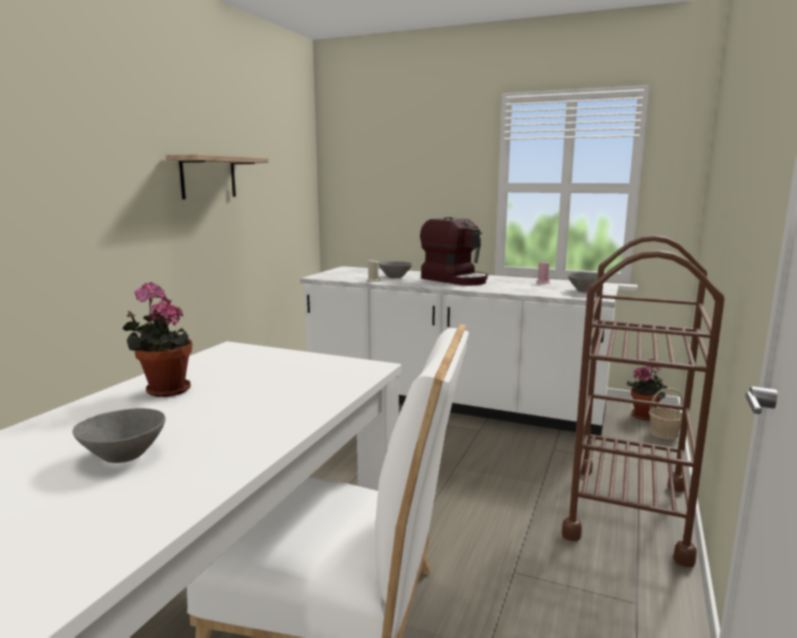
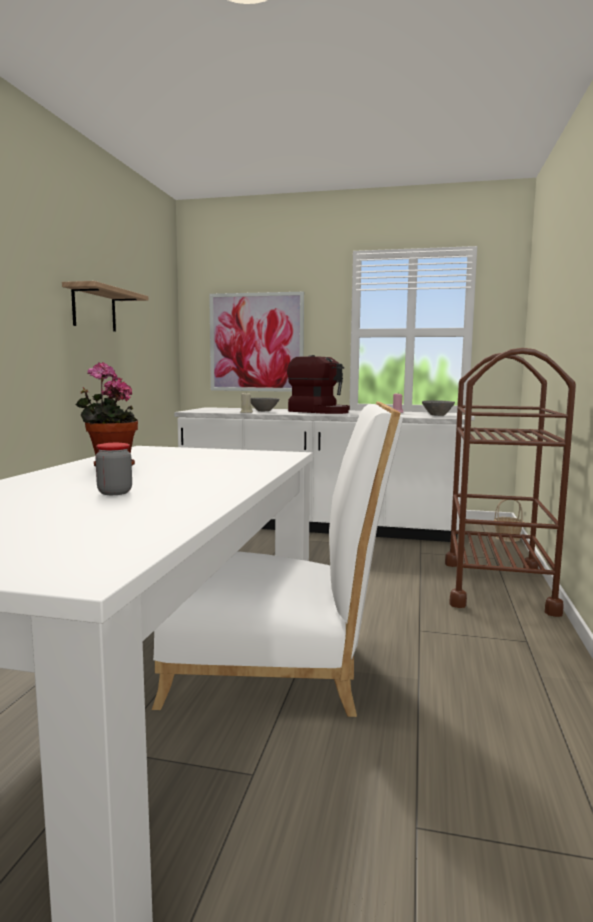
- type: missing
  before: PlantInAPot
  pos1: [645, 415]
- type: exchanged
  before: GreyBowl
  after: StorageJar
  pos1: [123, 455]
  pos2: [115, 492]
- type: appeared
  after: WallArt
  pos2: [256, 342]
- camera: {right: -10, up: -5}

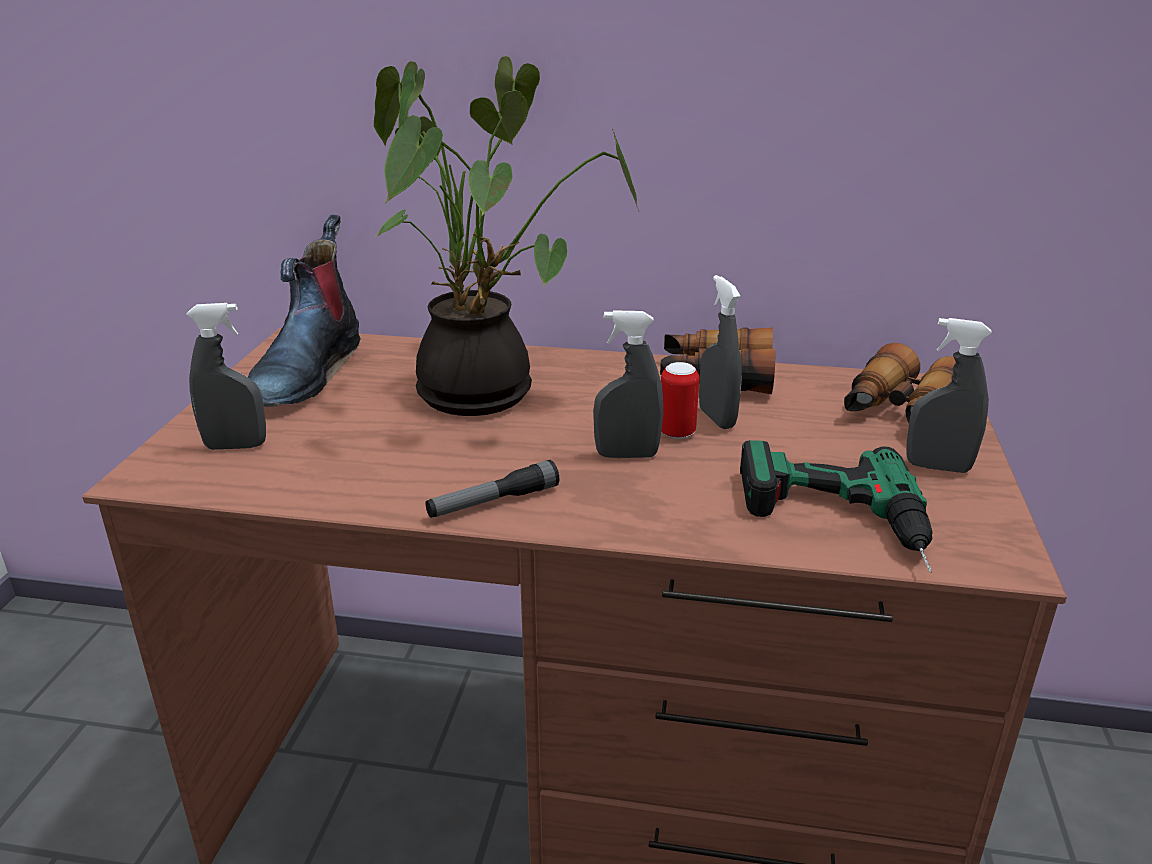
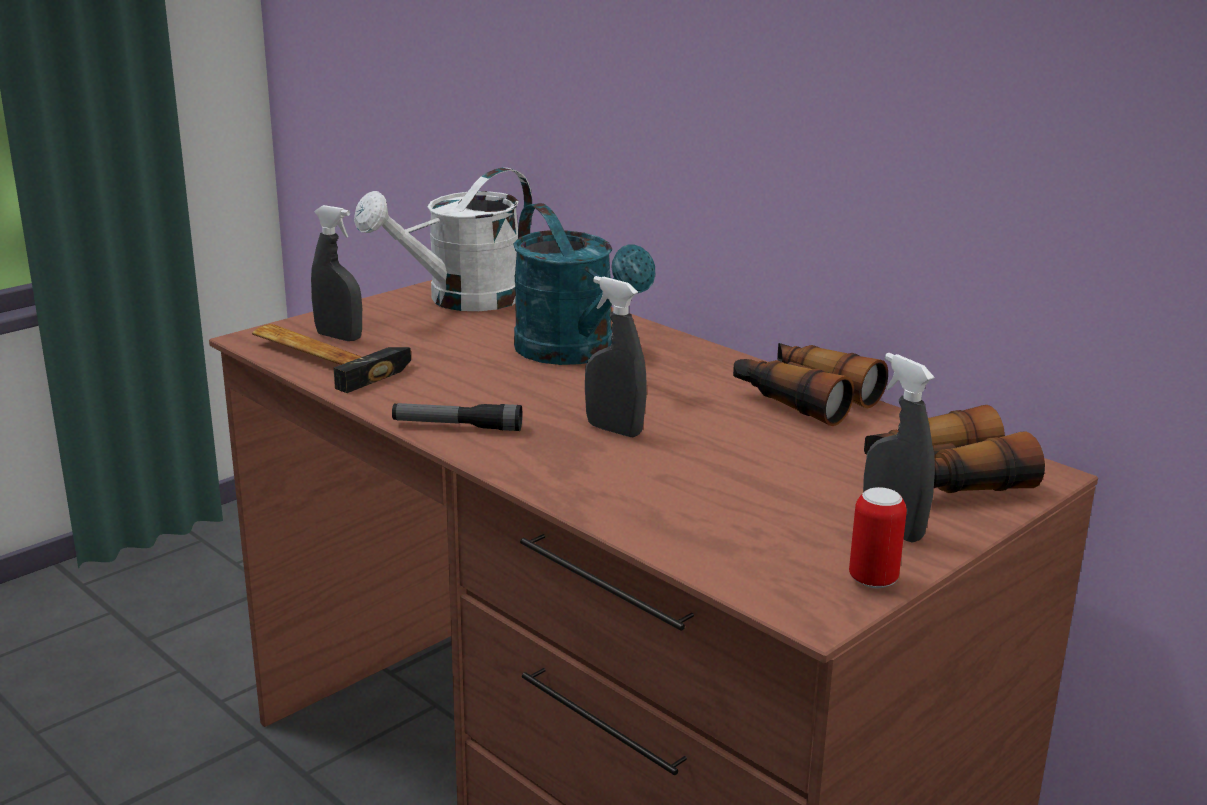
- type: exchanged
  before: PlantInAPot
  after: BlueGreenWateringCan
  pos1: [485, 393]
  pos2: [574, 353]
- type: exchanged
  before: Boot
  after: WhiteWateringCan
  pos1: [306, 371]
  pos2: [461, 301]
- type: missing
  before: GreySprayBottle
  pos1: [716, 418]
- type: relocated
  before: Can
  pos1: [677, 433]
  pos2: [873, 579]
- type: missing
  before: PowerDrill
  pos1: [836, 524]
- type: appeared
  after: ToolHammer
  pos2: [323, 358]
- camera: {right: 35, up: -5}

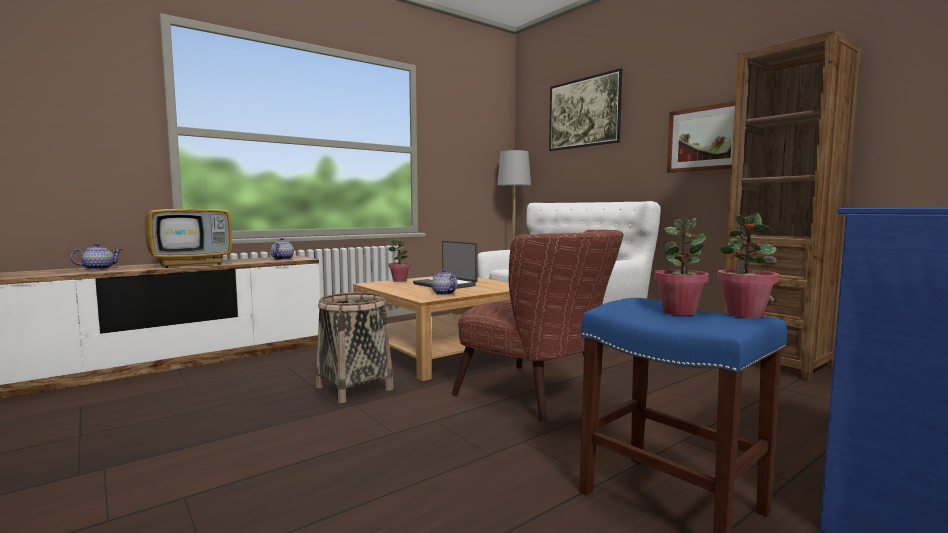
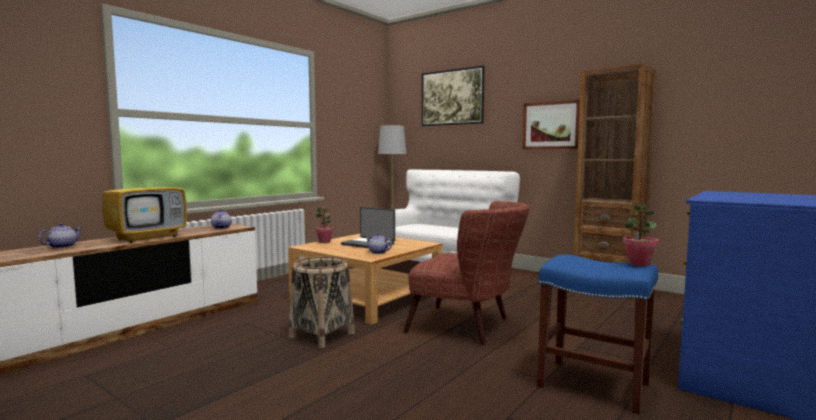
- type: missing
  before: PlantInAPot
  pos1: [679, 312]
- camera: {right: -15, up: 0}

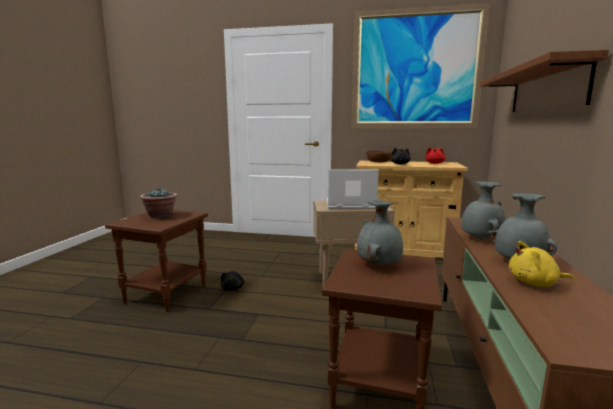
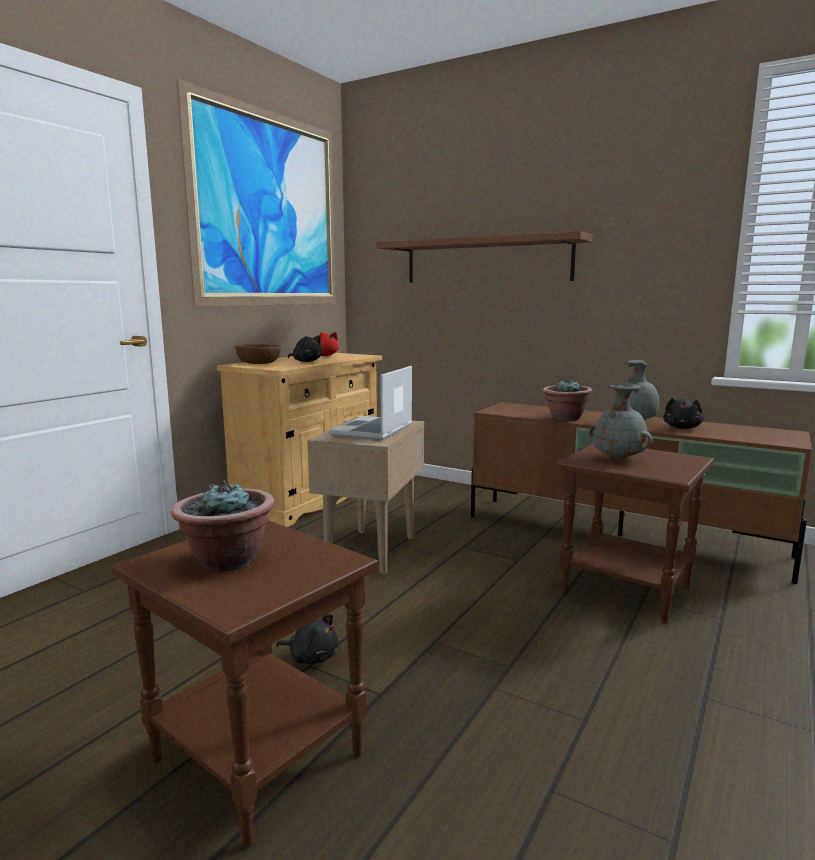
- type: exchanged
  before: GreyVase
  after: PlantInAPot
  pos1: [480, 239]
  pos2: [565, 418]
- type: colour
  before: YellowSoftToy
  after: BlackColouredSoftToy
  pos1: [535, 283]
  pos2: [682, 428]
- camera: {right: -70, up: 0}

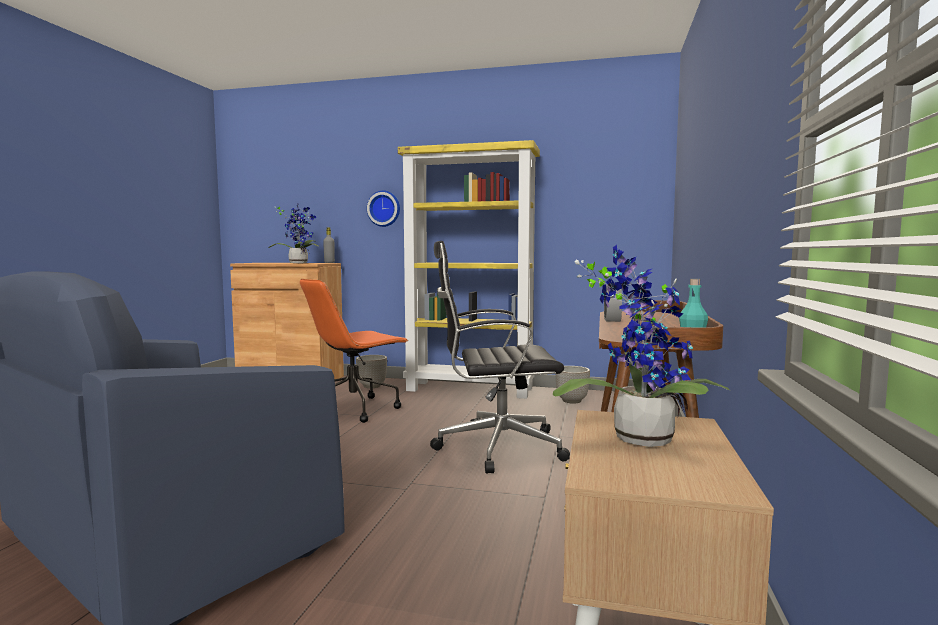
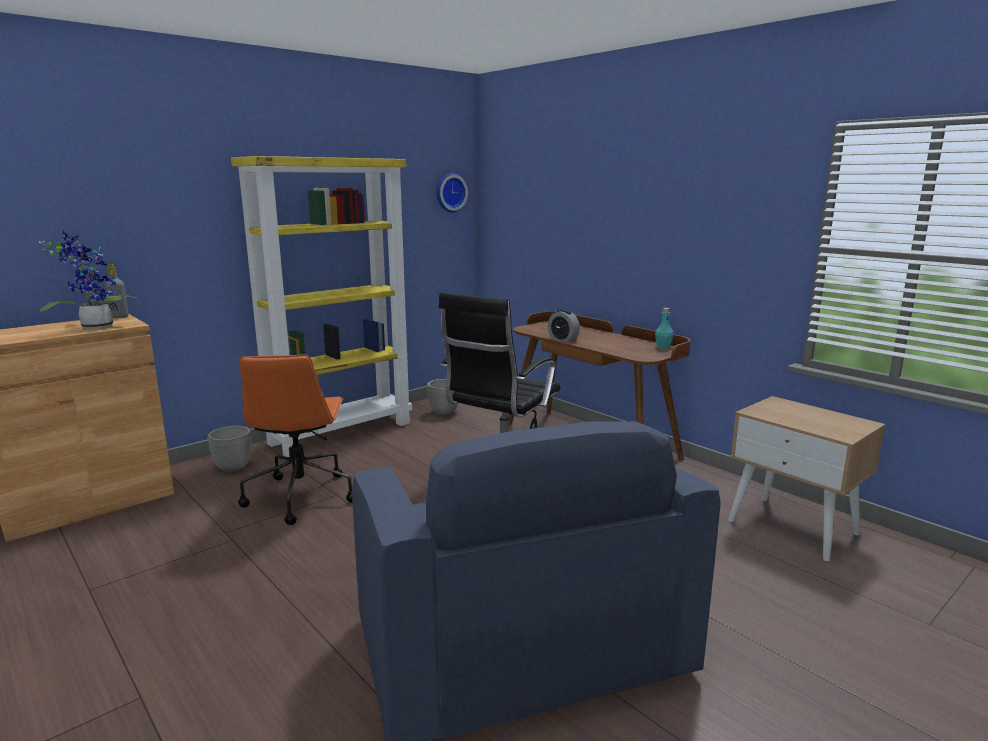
- type: relocated
  before: ClockOnTheWall
  pos1: [384, 208]
  pos2: [450, 192]
- type: missing
  before: PlantInAPot
  pos1: [638, 436]
- camera: {right: -55, up: 10}

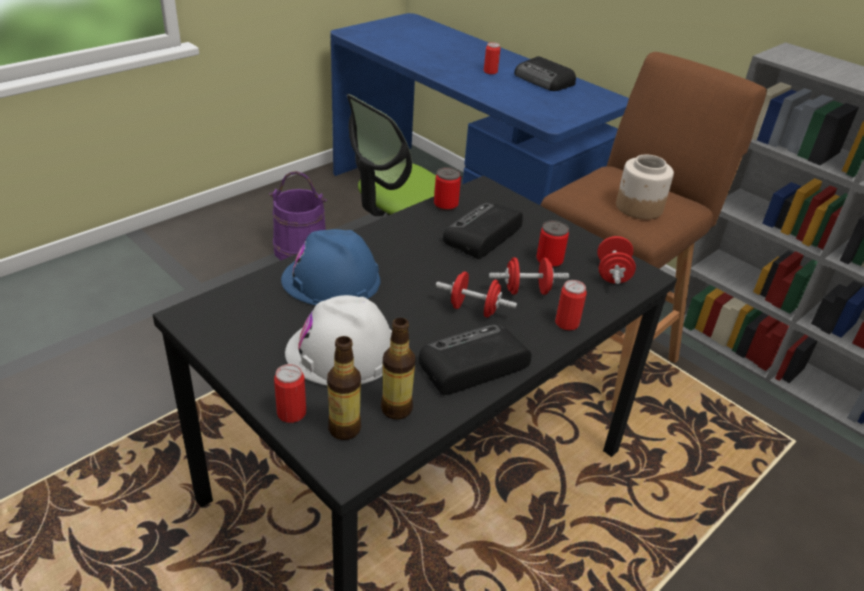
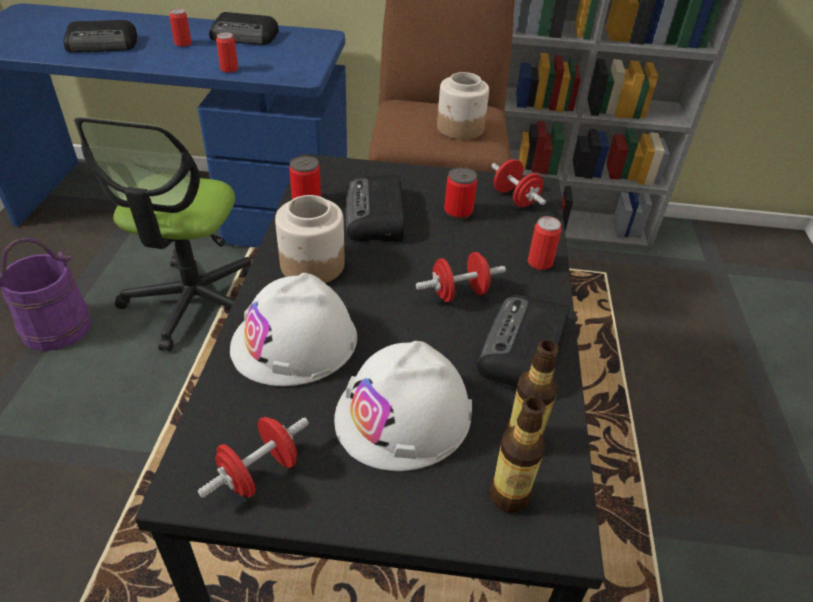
- type: colour
  before: BlueHardHat
  after: WhiteHardHat
  pos1: [331, 280]
  pos2: [295, 342]
- type: relocated
  before: ReddishDumbbell
  pos1: [526, 291]
  pos2: [259, 473]
- type: relocated
  before: Can
  pos1: [291, 413]
  pos2: [229, 69]
- type: appeared
  after: RadioSet
  pos2: [103, 44]
- type: appeared
  after: StorageJar
  pos2: [311, 265]
- camera: {right: -40, up: 5}

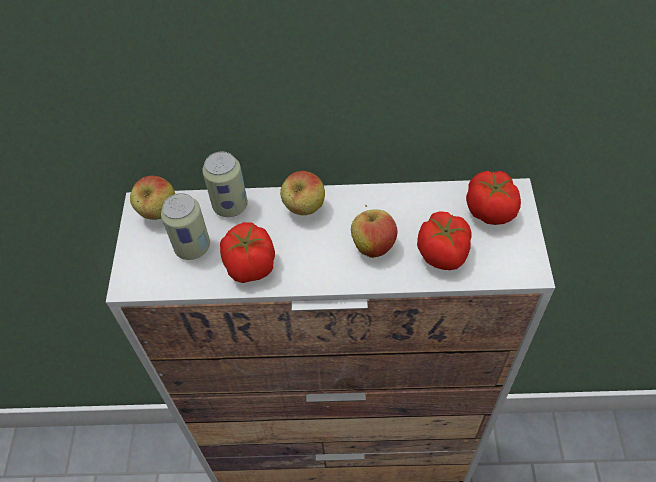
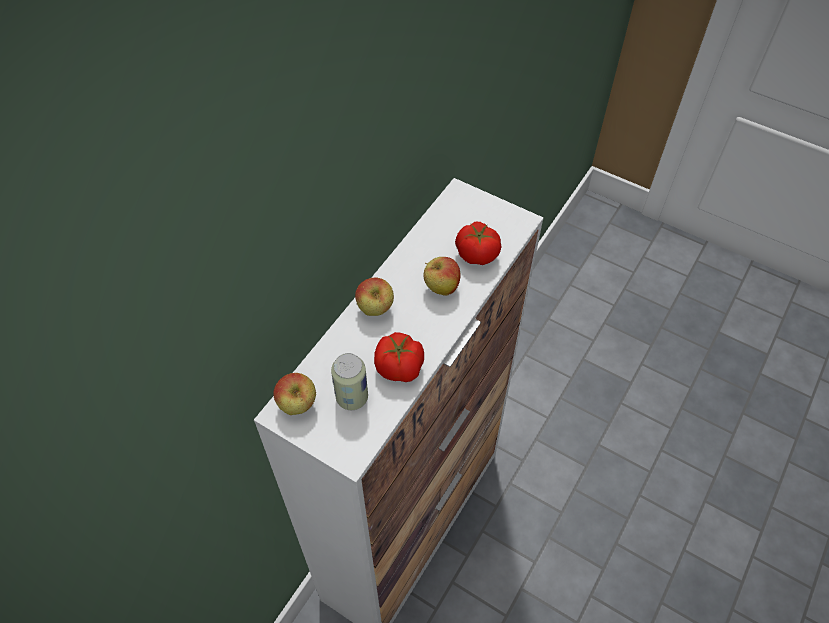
- type: missing
  before: Can
  pos1: [230, 206]
- type: missing
  before: FreshTomato
  pos1: [490, 211]
- camera: {right: -60, up: 0}

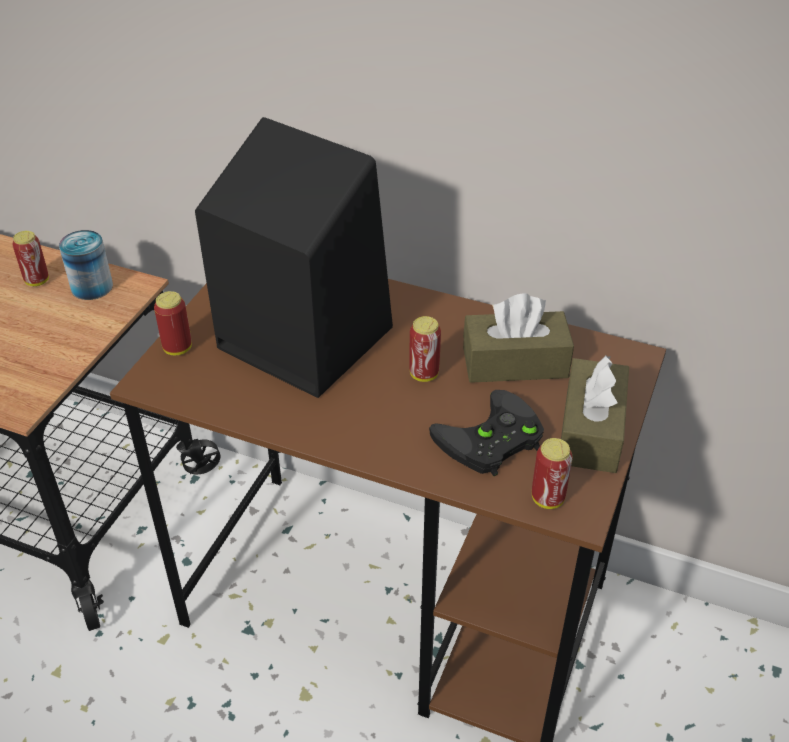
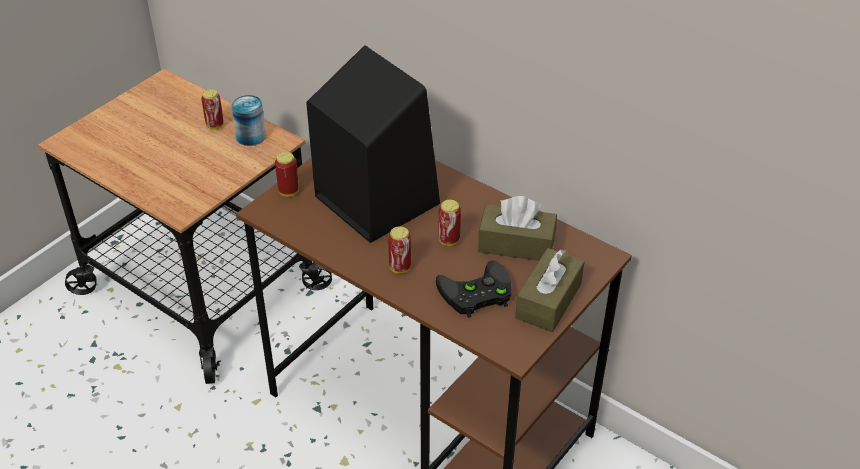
- type: relocated
  before: Can
  pos1: [547, 498]
  pos2: [400, 267]
- camera: {right: 15, up: 0}

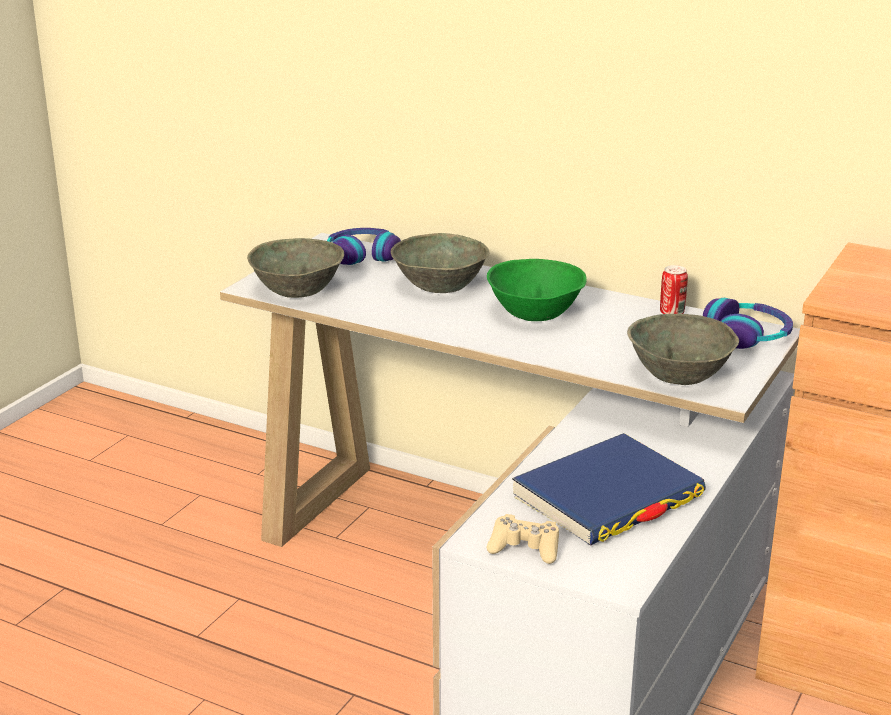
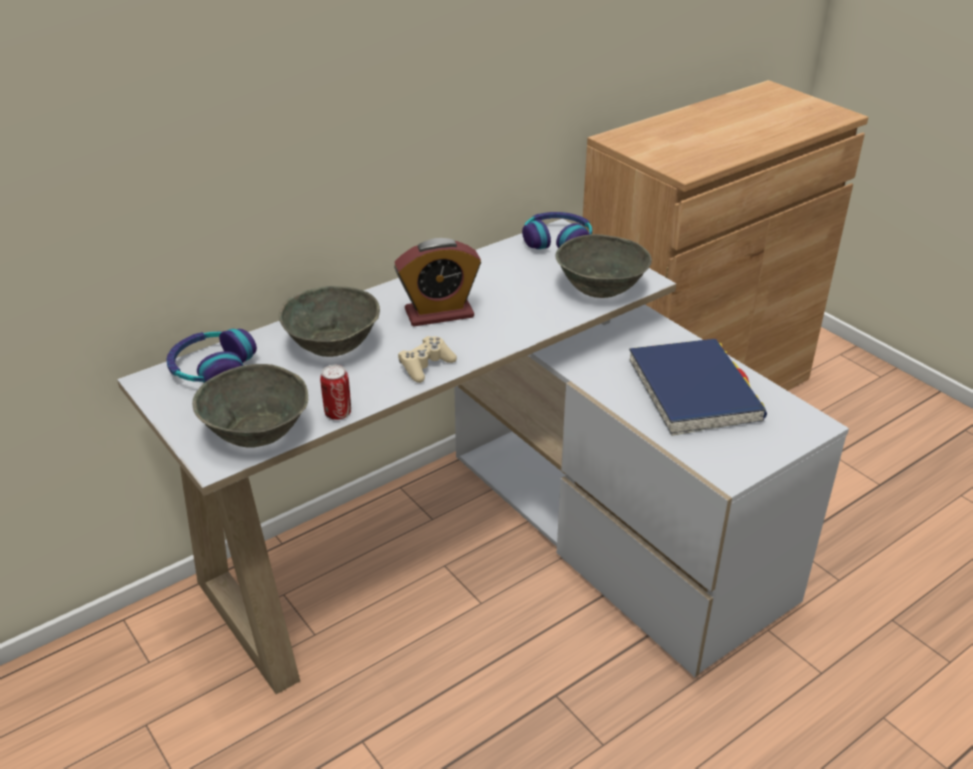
- type: exchanged
  before: GreenColouredBowl
  after: TableClock
  pos1: [536, 313]
  pos2: [439, 313]
- type: relocated
  before: Can
  pos1: [671, 313]
  pos2: [338, 413]
- type: relocated
  before: BeigeColouredGamepad
  pos1: [525, 548]
  pos2: [426, 366]
- camera: {right: -65, up: 10}

